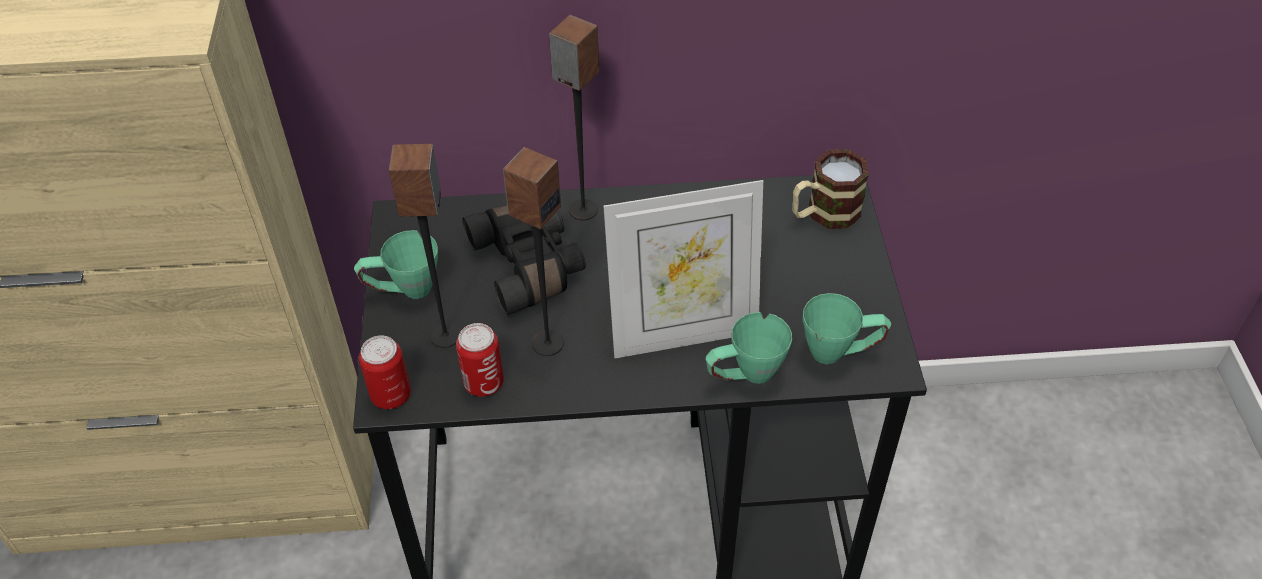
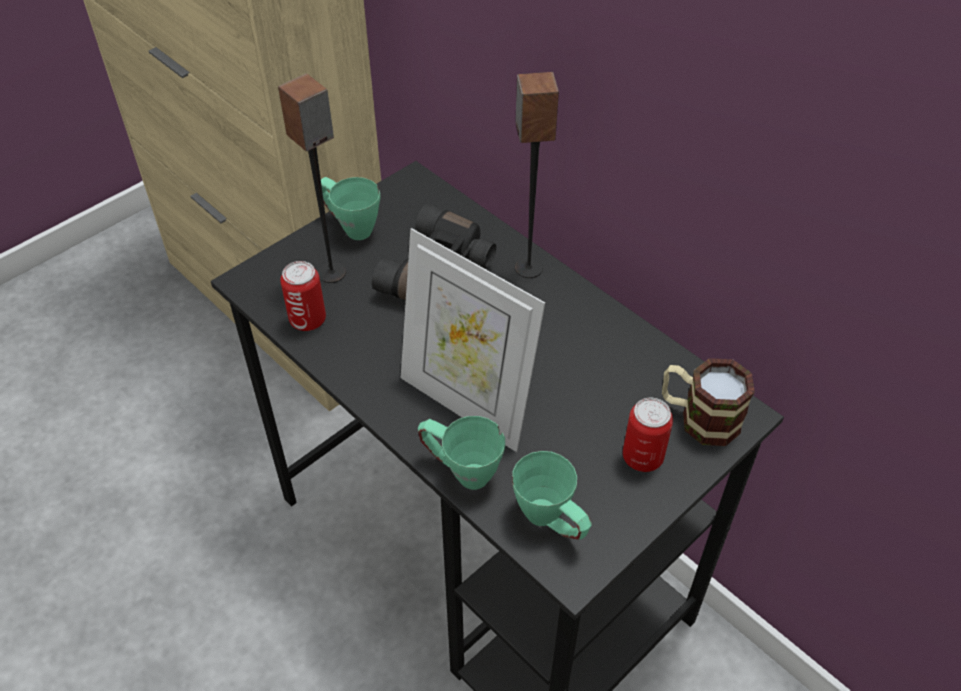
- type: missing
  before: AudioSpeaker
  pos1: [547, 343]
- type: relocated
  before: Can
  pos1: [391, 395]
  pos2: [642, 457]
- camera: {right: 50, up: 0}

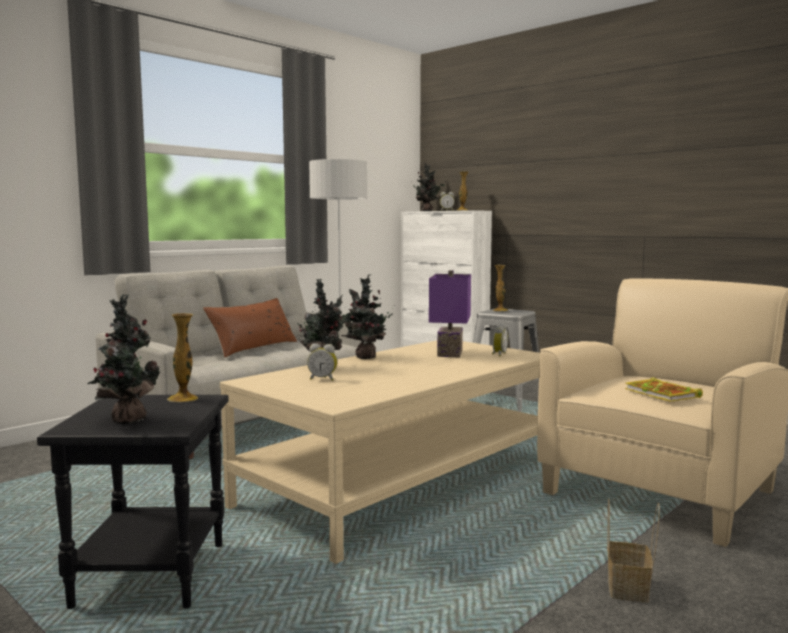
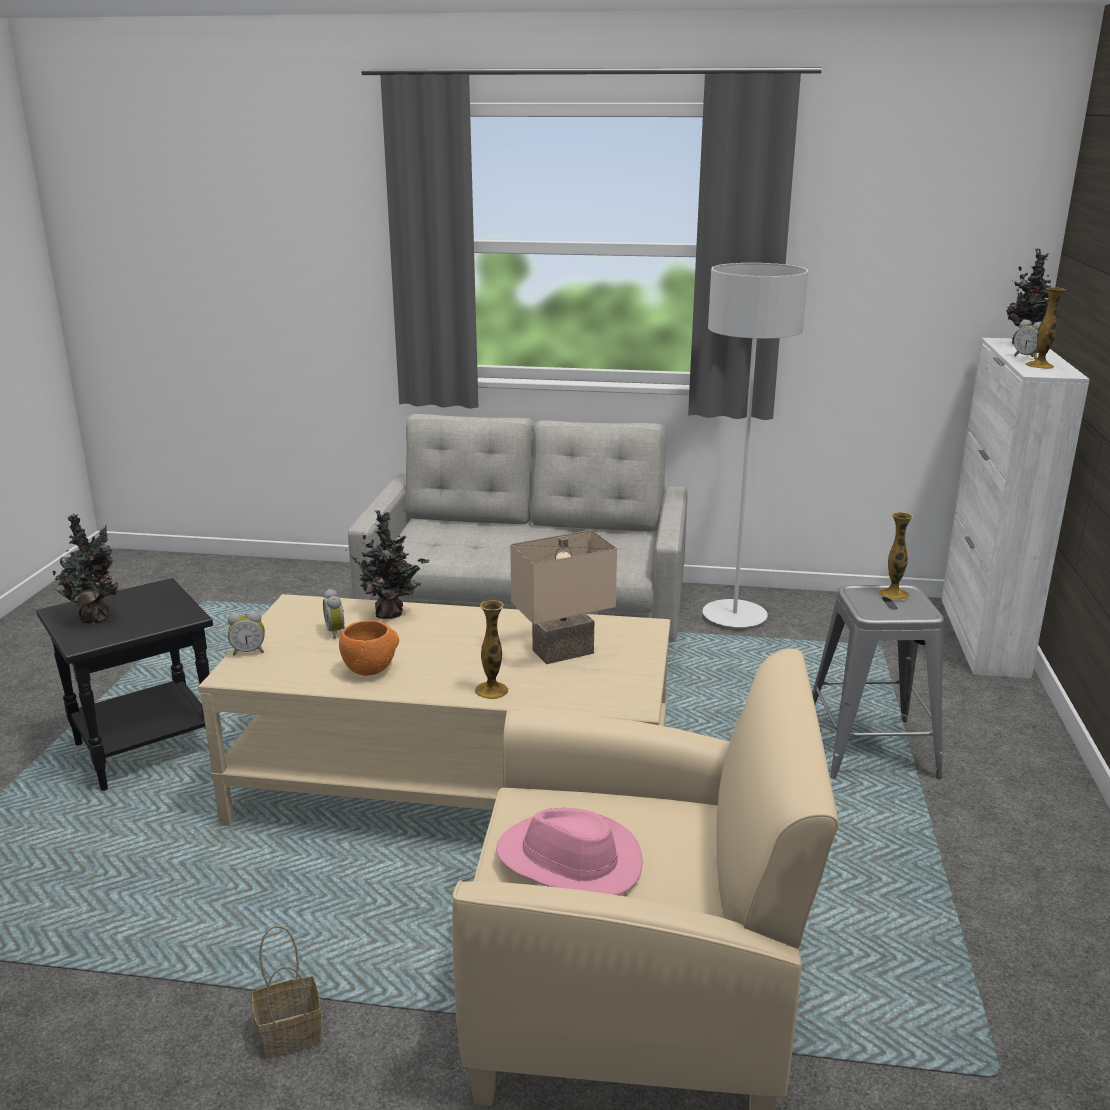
- type: colour
  before: PurpleTableLamp
  after: BeigeColouredTableLamp
  pos1: [452, 353]
  pos2: [563, 653]
- type: missing
  before: PlantInAPot
  pos1: [364, 357]
- type: missing
  before: BrownColouredThrowPillow
  pos1: [253, 348]
- type: relocated
  before: Vase
  pos1: [183, 399]
  pos2: [491, 690]
- type: relocated
  before: TableClock
  pos1: [498, 354]
  pos2: [248, 651]
- type: exchanged
  before: Book
  after: PinkClothingHat
  pos1: [663, 394]
  pos2: [568, 862]
- type: appeared
  after: OrangeBowl
  pos2: [370, 671]
- camera: {right: 55, up: 15}

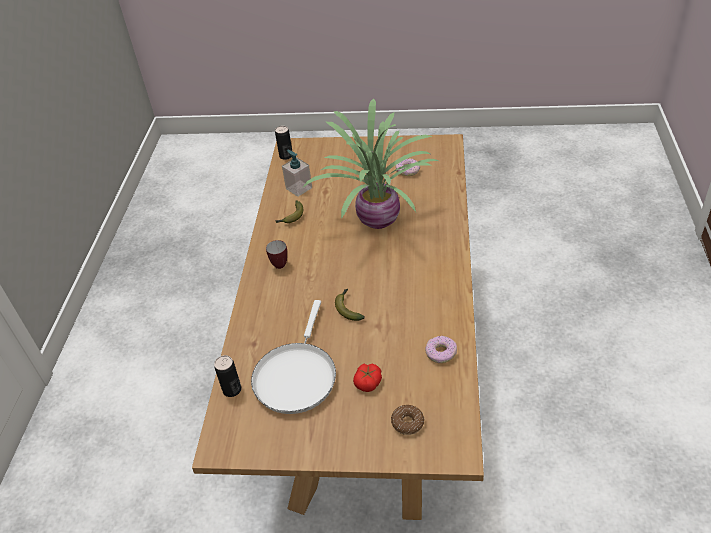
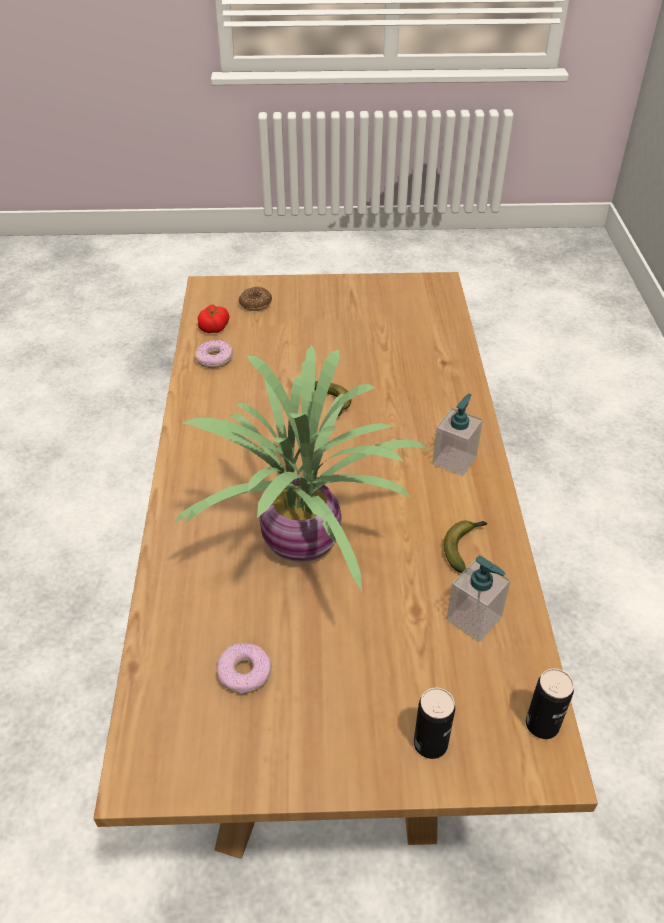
- type: exchanged
  before: CoffeeMug
  after: SoapBottle
  pos1: [277, 264]
  pos2: [454, 460]
- type: missing
  before: WhitePan
  pos1: [296, 376]
- type: relocated
  before: Can
  pos1: [232, 390]
  pos2: [430, 743]
- type: relocated
  before: FreshTomato
  pos1: [368, 382]
  pos2: [214, 327]
- camera: {right: 170, up: 0}

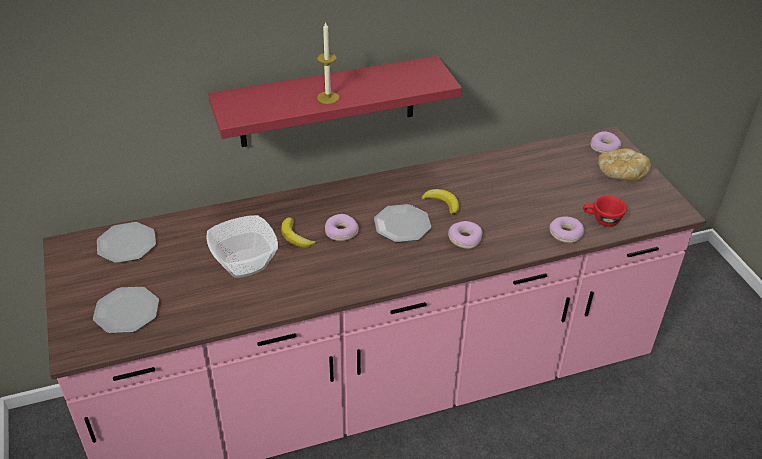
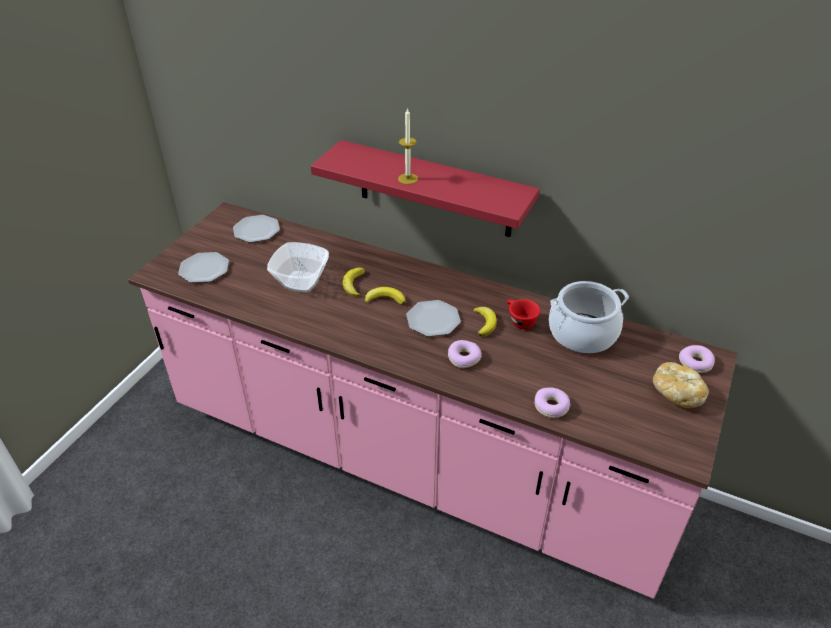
- type: relocated
  before: ReddishSmallCup
  pos1: [601, 220]
  pos2: [519, 321]
- type: exchanged
  before: RingDoughnut
  after: BananaFruit
  pos1: [341, 232]
  pos2: [385, 299]
- type: appeared
  after: CookingPot
  pos2: [582, 334]
- camera: {right: 45, up: 0}

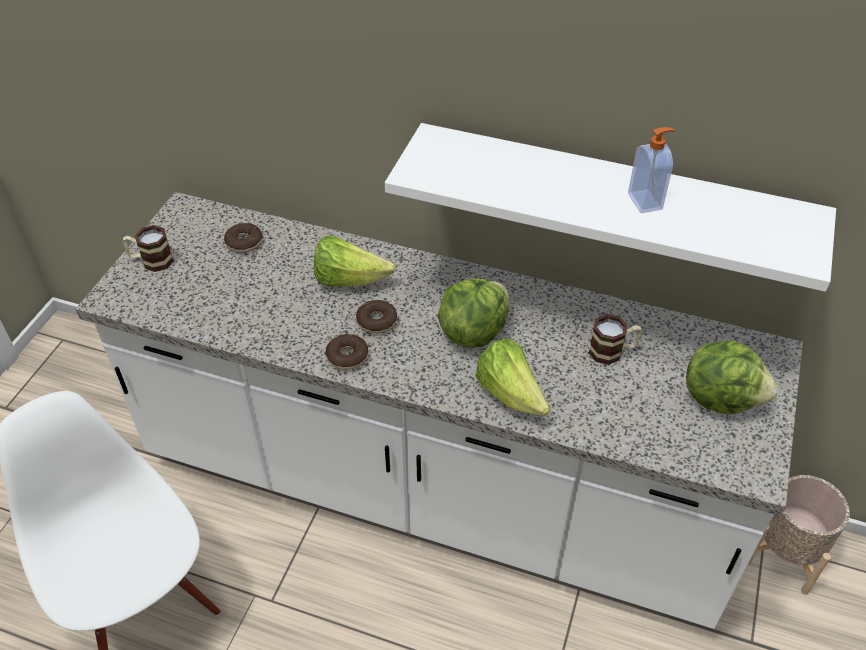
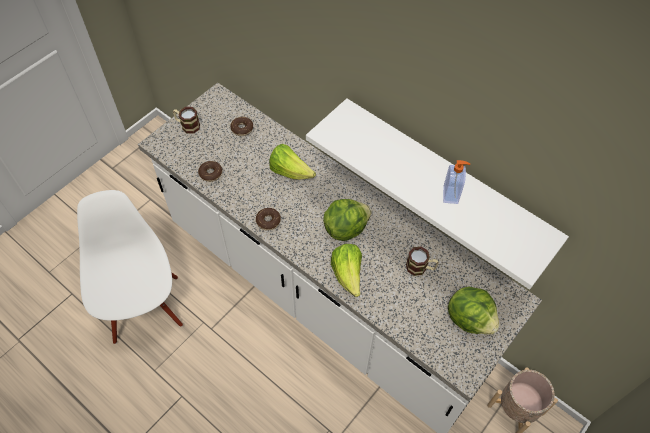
- type: relocated
  before: RingDoughnut
  pos1: [377, 321]
  pos2: [210, 173]
- camera: {right: 20, up: 10}

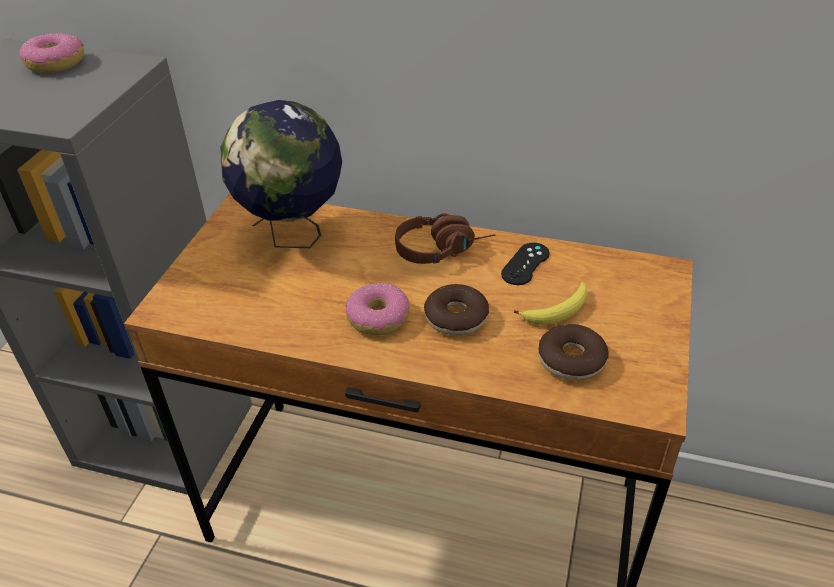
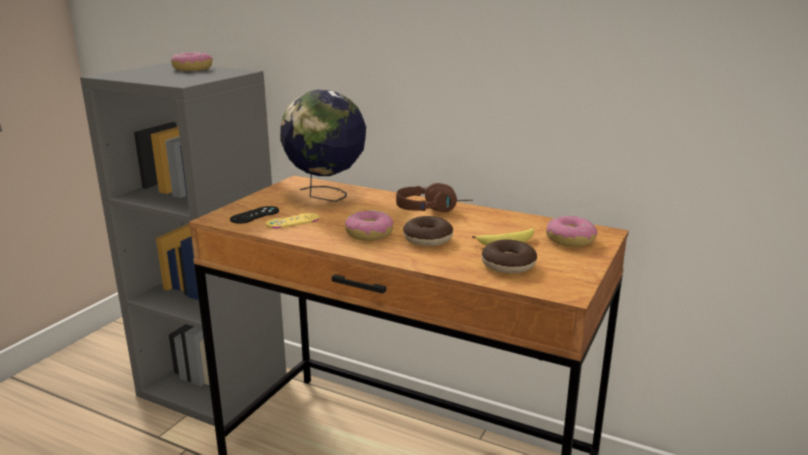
- type: relocated
  before: BlackColouredGamepad
  pos1: [525, 264]
  pos2: [255, 215]
- type: appeared
  after: YellowGamepad
  pos2: [292, 221]
- type: appeared
  after: RingDoughnut
  pos2: [570, 240]
- camera: {right: 10, up: -20}

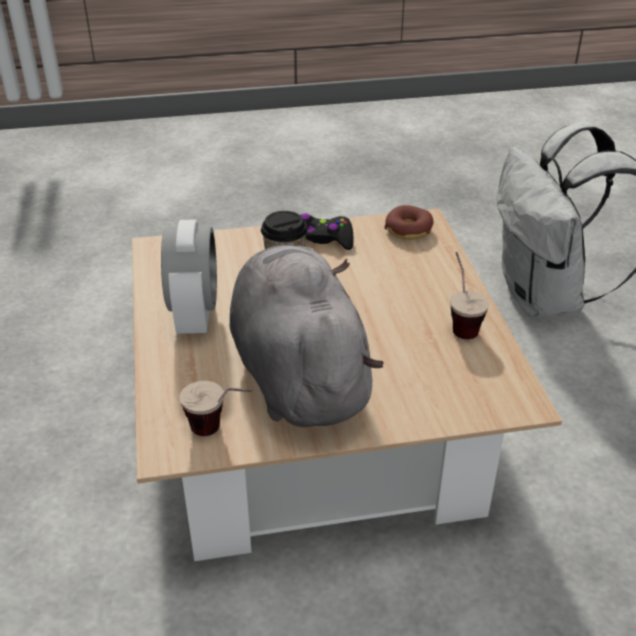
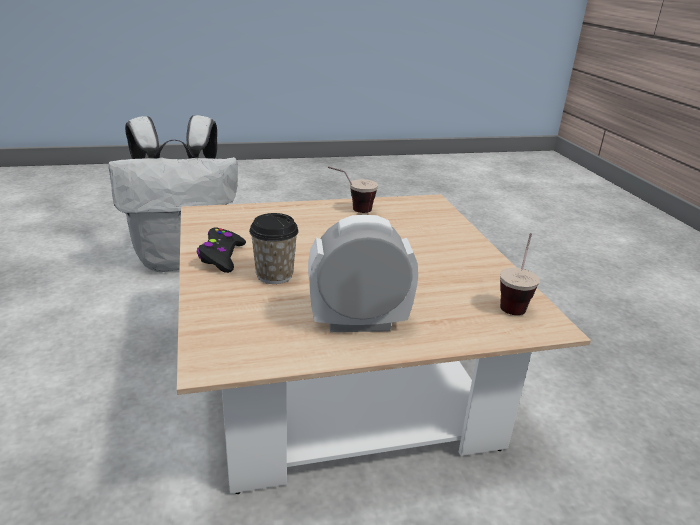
- type: missing
  before: RingDoughnut
  pos1: [408, 229]
- type: missing
  before: GreySoftToy
  pos1: [298, 374]
- camera: {right: -95, up: -10}

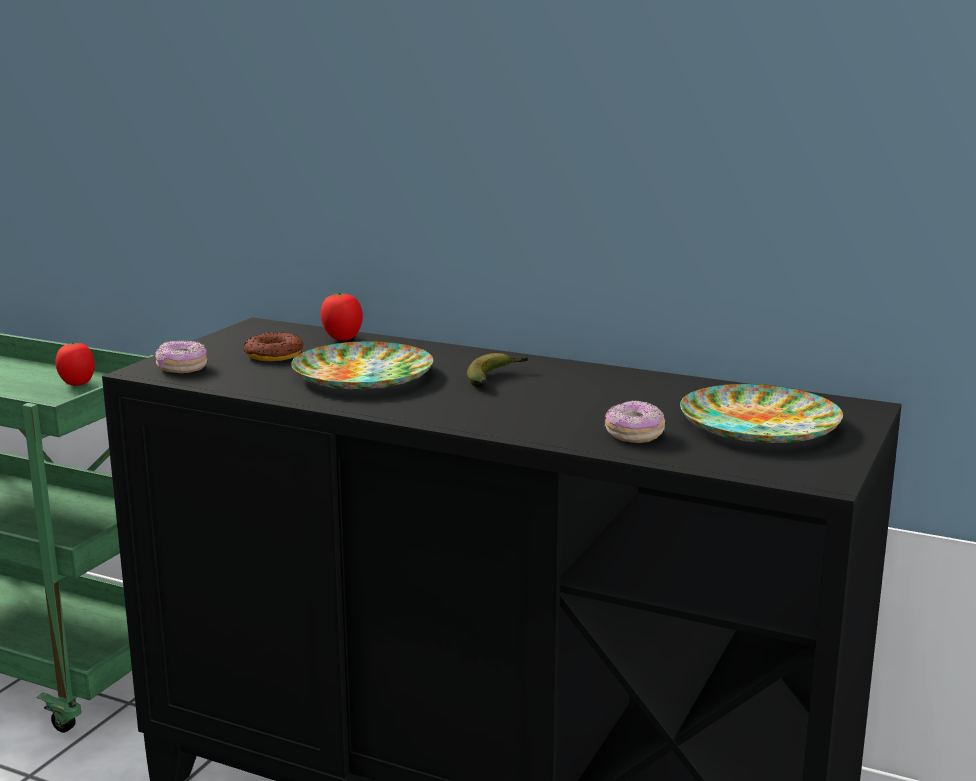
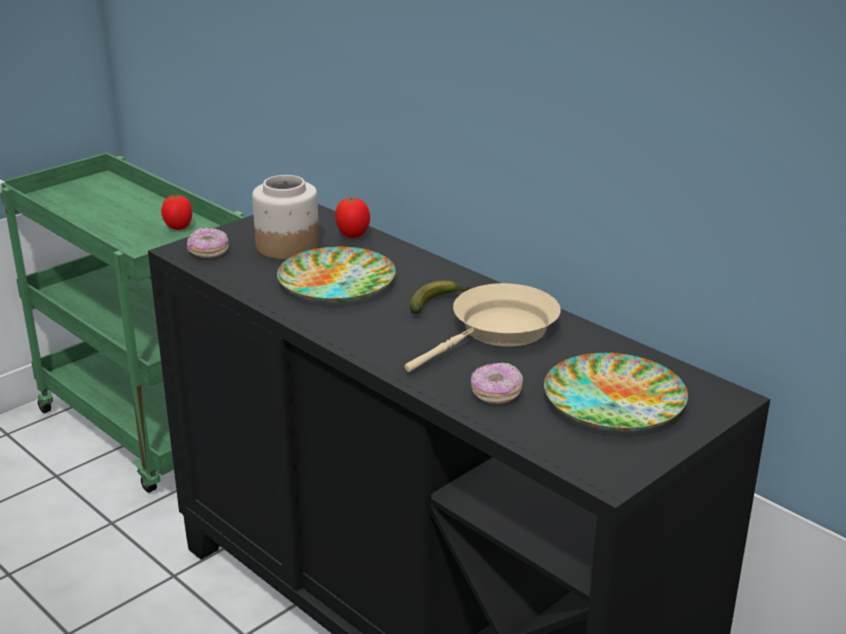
- type: exchanged
  before: RingDoughnut
  after: StorageJar
  pos1: [273, 355]
  pos2: [286, 247]
- type: appeared
  after: BeigeColouredPan
  pos2: [498, 331]
- camera: {right: 20, up: 10}

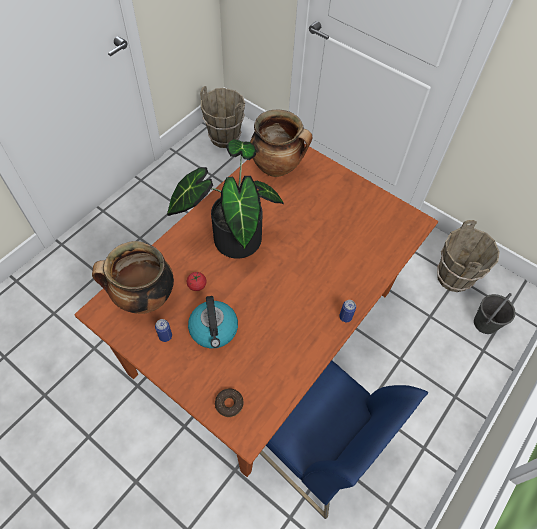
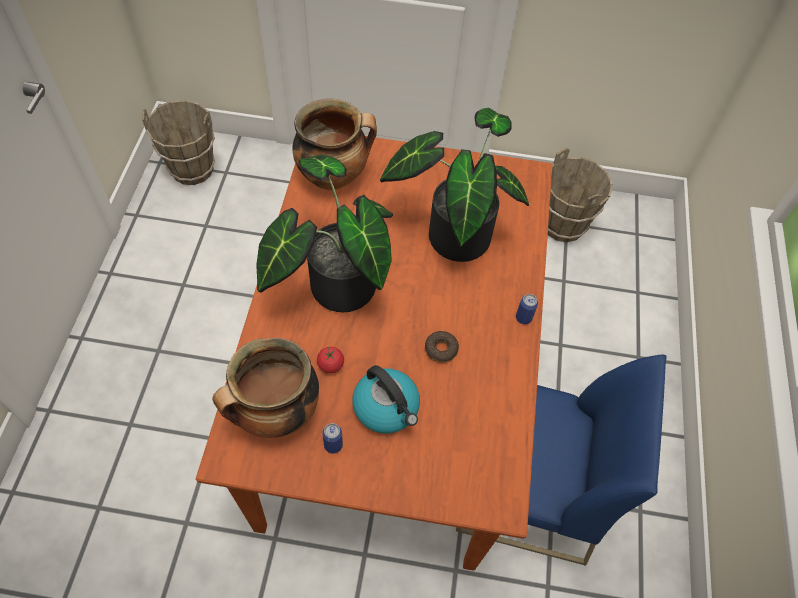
- type: missing
  before: GreyPail
  pos1: [485, 323]
- type: relocated
  before: RingDoughnut
  pos1: [229, 404]
  pos2: [441, 349]
- type: appeared
  after: PlantInAPot
  pos2: [453, 232]
- camera: {right: -30, up: 0}

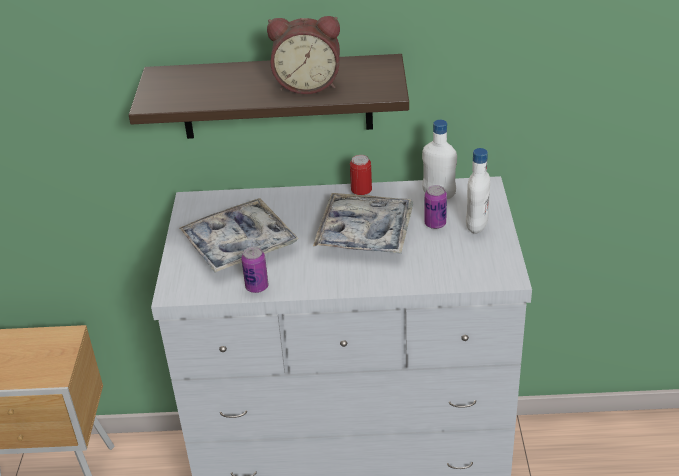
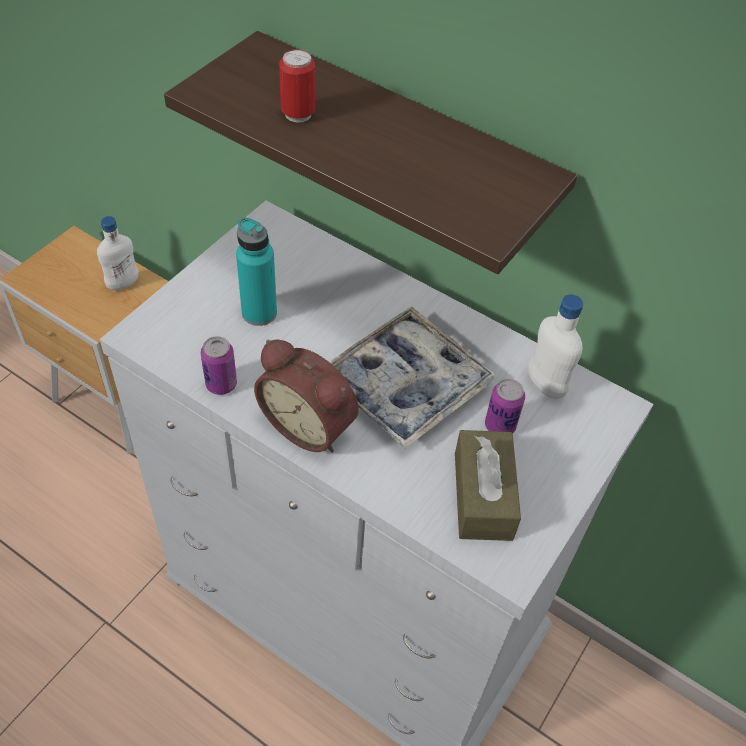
- type: relocated
  before: TableClock
  pos1: [308, 85]
  pos2: [310, 424]
- type: relocated
  before: WhiteBottle
  pos1: [476, 226]
  pos2: [123, 284]
- type: relocated
  before: Can
  pos1: [361, 193]
  pos2: [298, 114]
- type: exchanged
  before: ServingTray
  after: BlueGreenBottle
  pos1: [239, 244]
  pos2: [259, 313]
- type: appeared
  after: BrownColouredTissueHolder
  pos2: [483, 496]
- camera: {right: 30, up: 15}

